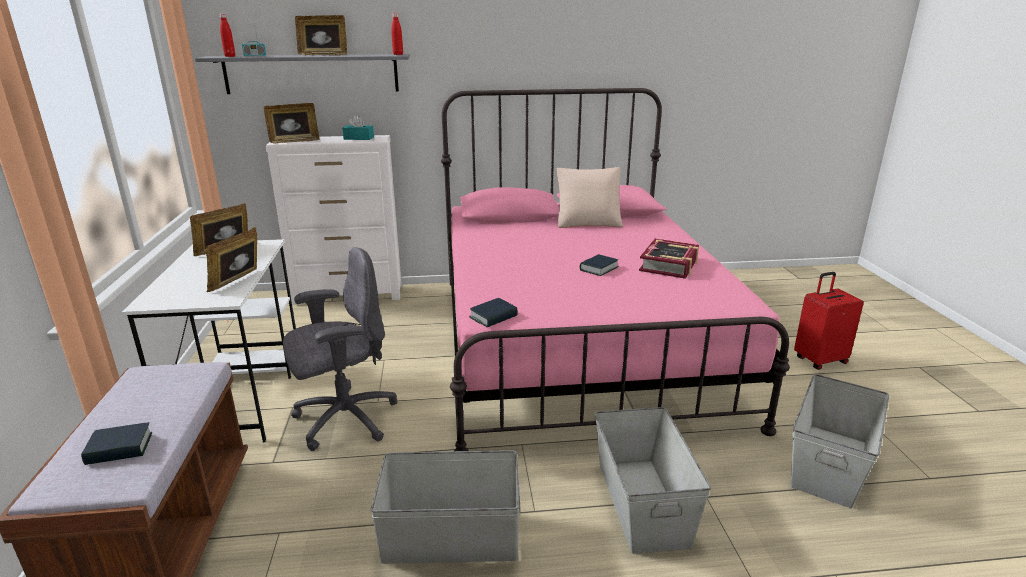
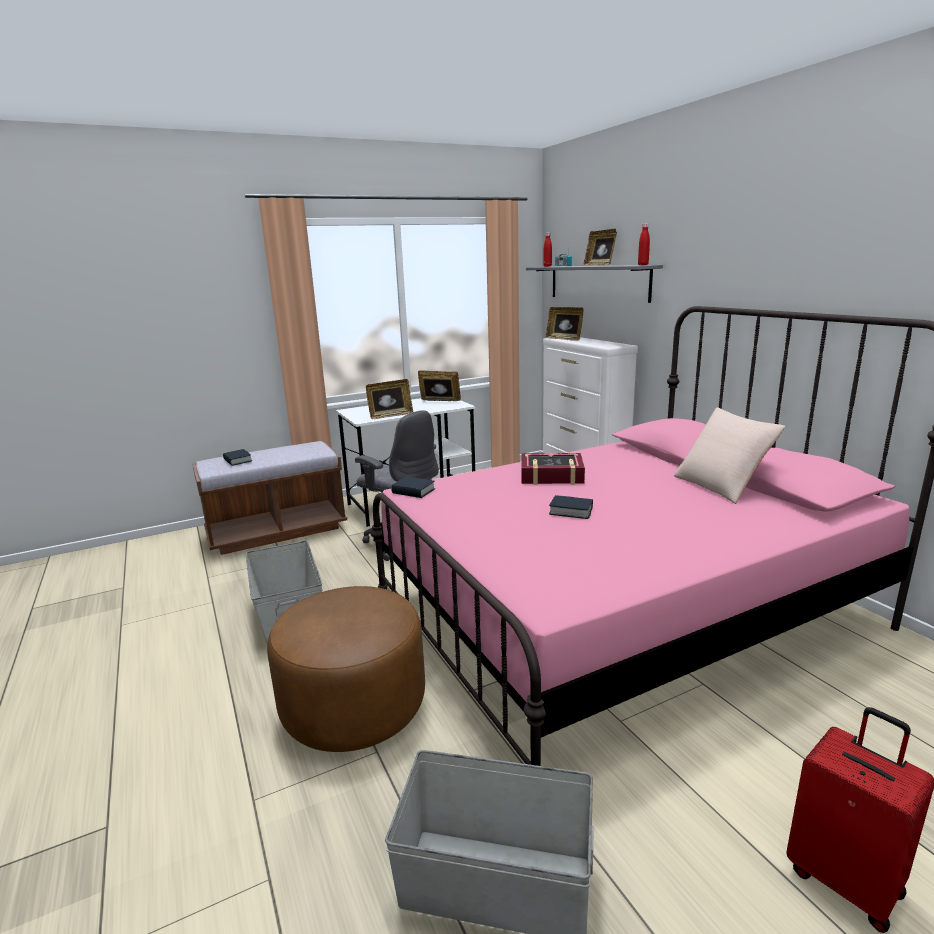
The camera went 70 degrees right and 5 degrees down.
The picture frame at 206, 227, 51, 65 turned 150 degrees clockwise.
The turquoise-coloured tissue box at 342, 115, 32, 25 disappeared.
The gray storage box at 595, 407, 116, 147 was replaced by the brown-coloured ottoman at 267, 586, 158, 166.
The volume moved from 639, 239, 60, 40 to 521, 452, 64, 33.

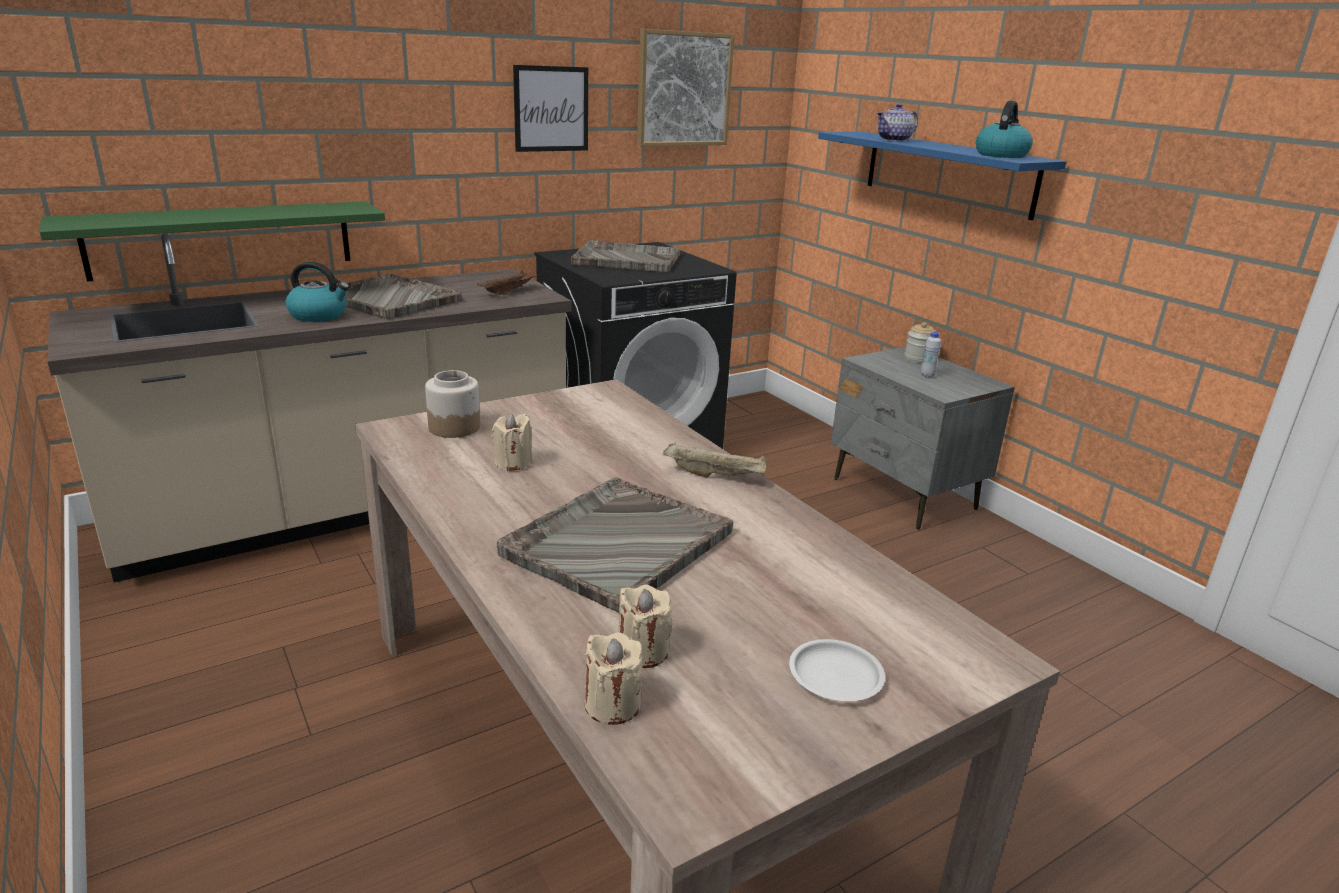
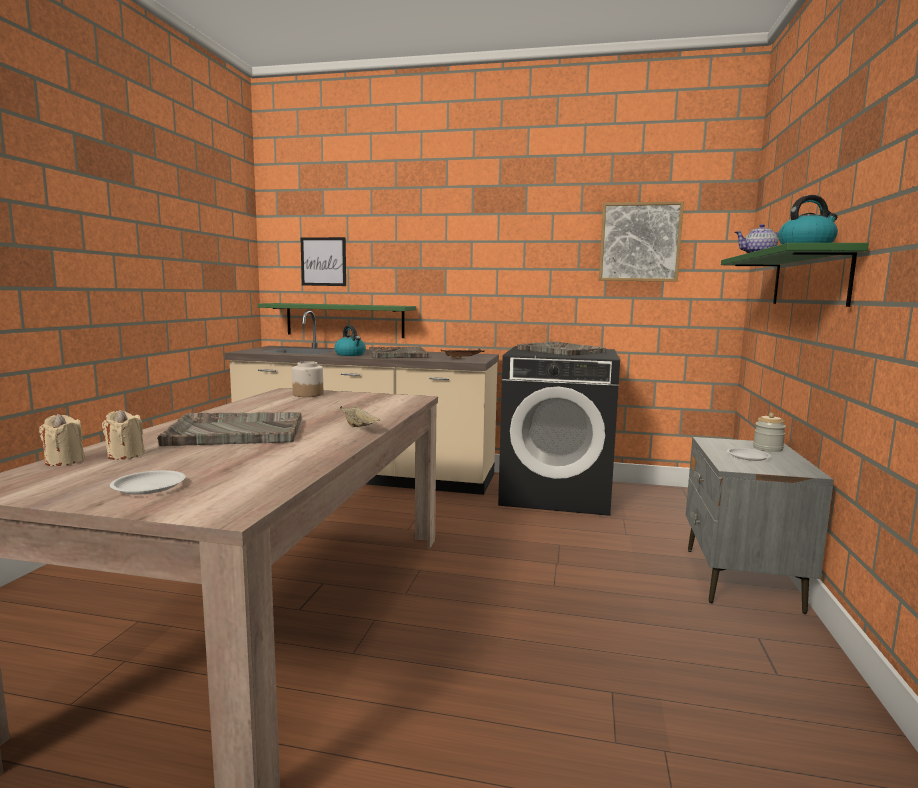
The camera went 45 degrees right and 15 degrees down.
The beige-coloured wax candle at 491, 413, 42, 58 disappeared.
The picture moved from 513, 65, 75, 87 to 300, 237, 46, 49.
The blue-coloured wall shelf at 818, 132, 248, 88 became the greenish wall shelf at 721, 243, 148, 64.
The white beverage bottle at 921, 332, 20, 46 was replaced by the white dinner plate at 727, 448, 44, 13.

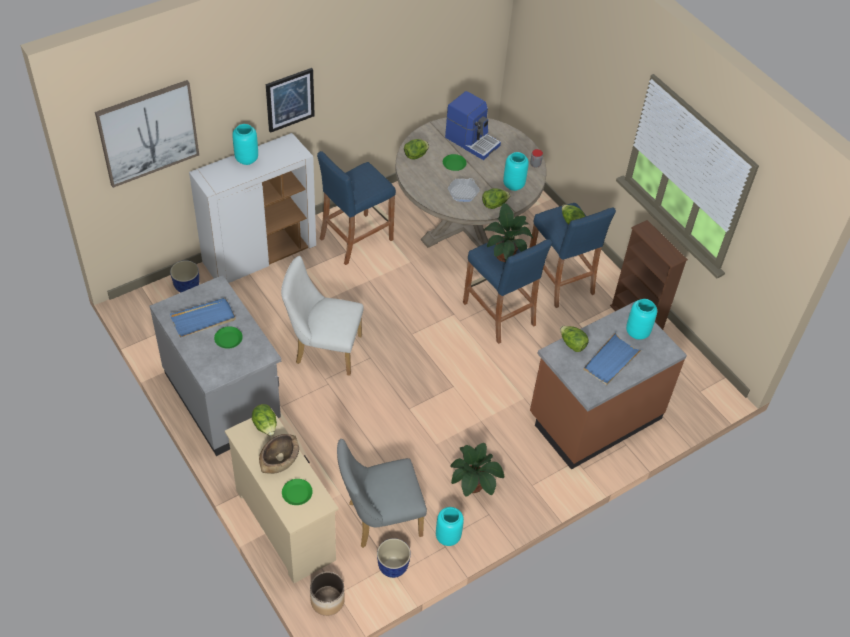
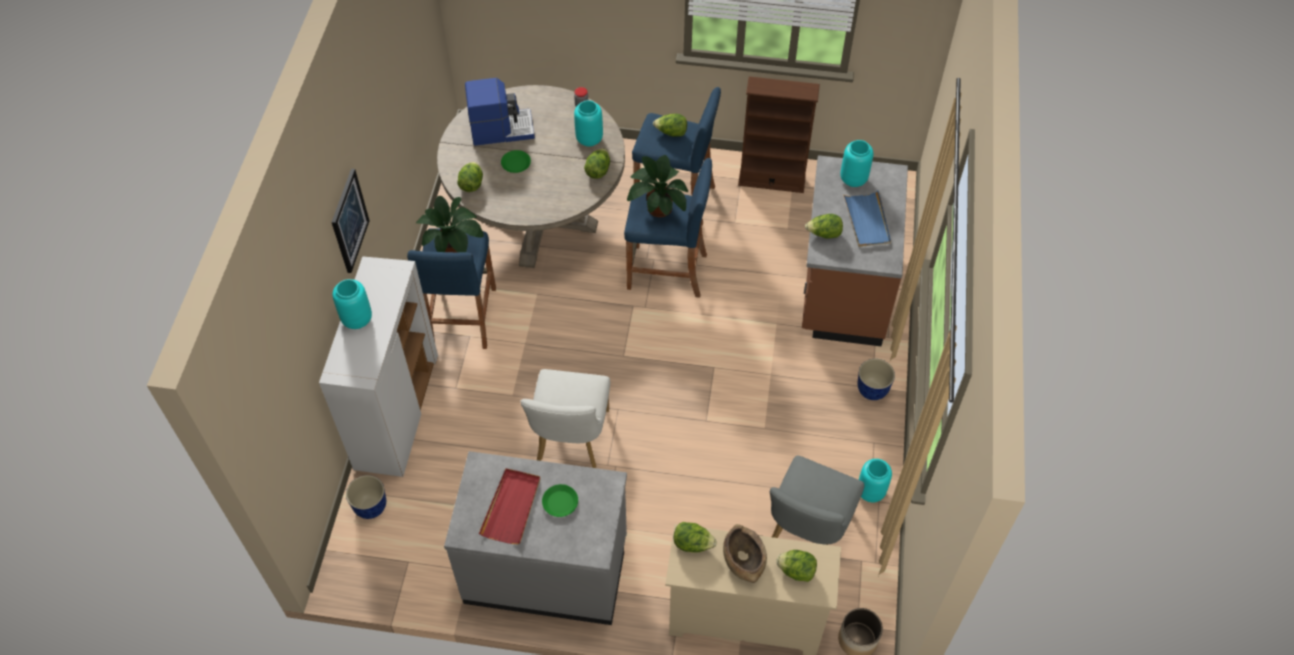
The camera went 45 degrees left and 5 degrees up.
The picture at 95, 80, 104, 108 disappeared.
The blue-coloured serving tray at 170, 298, 66, 39 became the red-coloured serving tray at 479, 468, 61, 76.
The white plain chair at 281, 256, 83, 120 turned 45 degrees counterclockwise.
The greenish dinner plate at 282, 479, 31, 26 was replaced by the head of lettuce at 776, 550, 41, 32.
The plant pot moved from 377, 538, 34, 40 to 857, 359, 38, 41.
The frying pan at 447, 178, 33, 24 disappeared.
The potted plant moved from 450, 443, 54, 54 to 415, 196, 69, 56.

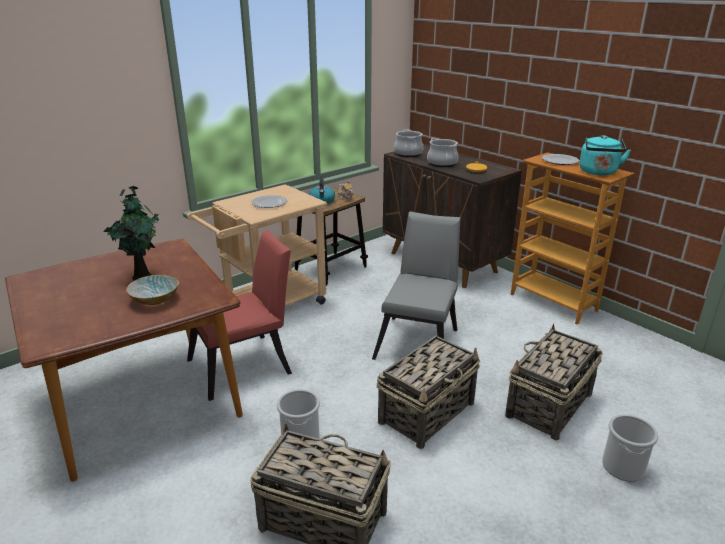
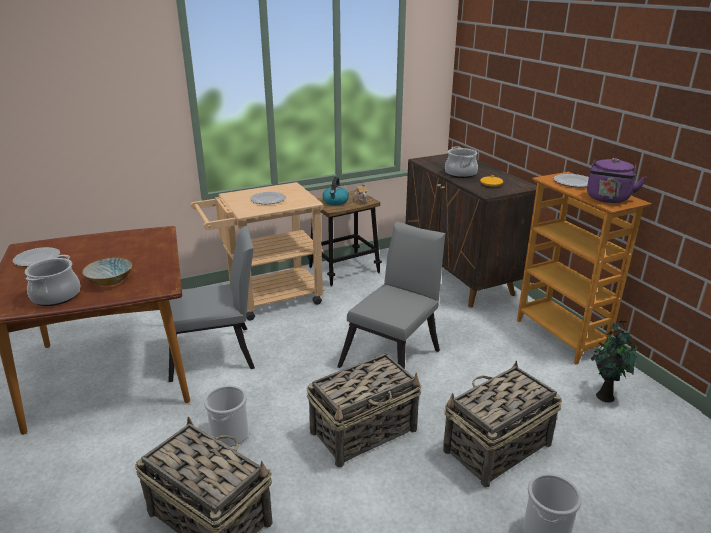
The camera went 15 degrees right and 0 degrees up.
The potted plant moved from 103, 186, 56, 95 to 591, 321, 47, 82.
The red-coloured plain chair at 187, 230, 105, 171 became the gray plain chair at 168, 226, 87, 156.
The cooking pot moved from 394, 129, 30, 28 to 25, 255, 55, 51.
The turquoise-coloured water kettle at 579, 135, 52, 40 became the purplish water kettle at 587, 158, 60, 45.
The dinner plate at 13, 247, 47, 19 appeared.

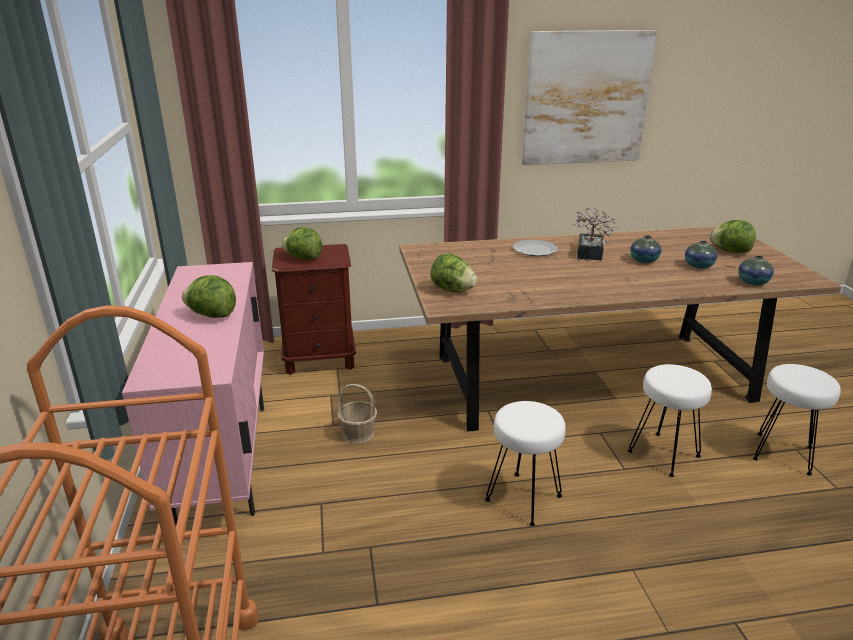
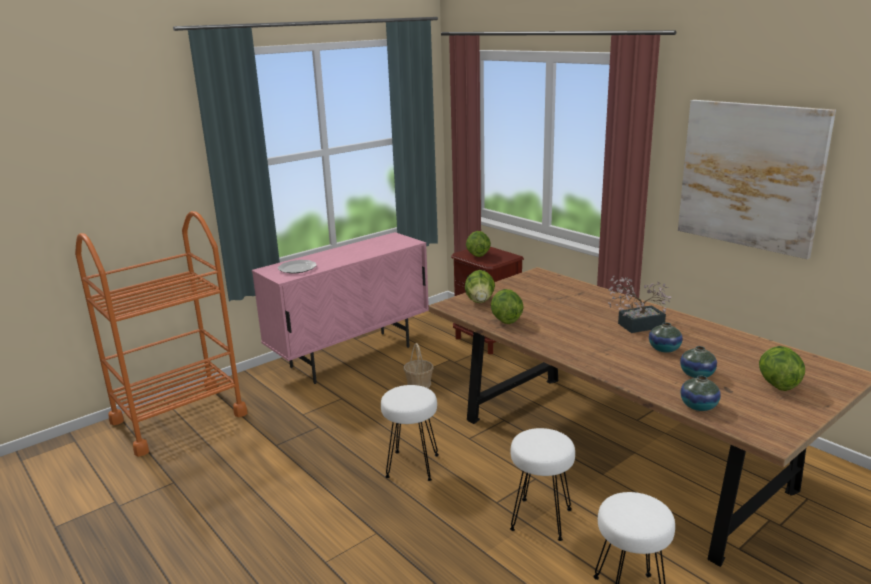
The camera went 60 degrees right and 5 degrees down.
The head of lettuce moved from 182, 275, 54, 43 to 491, 289, 33, 35.
The dinner plate moved from 513, 240, 45, 16 to 278, 260, 39, 13.

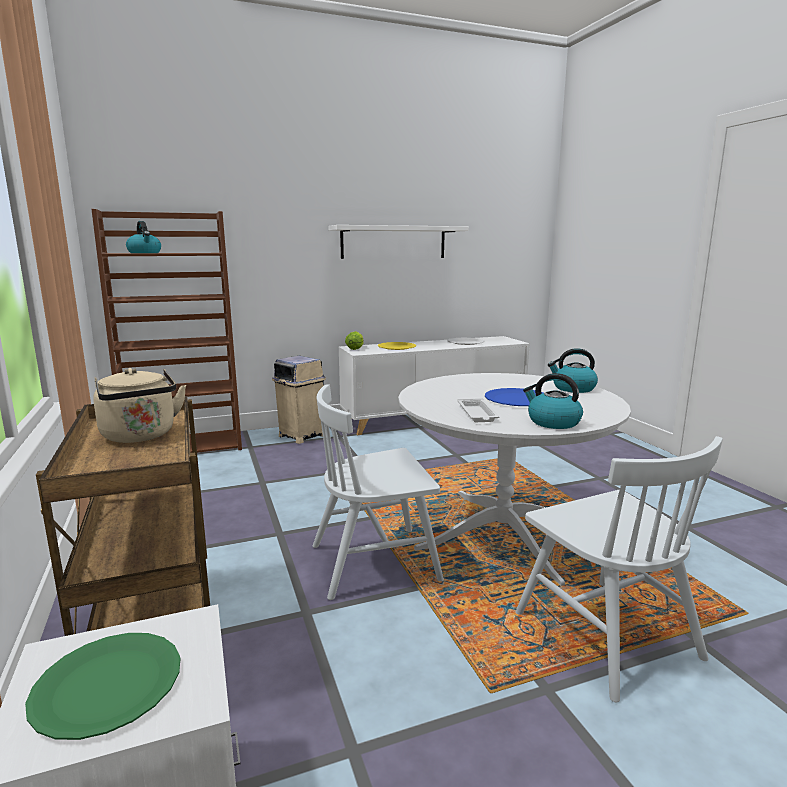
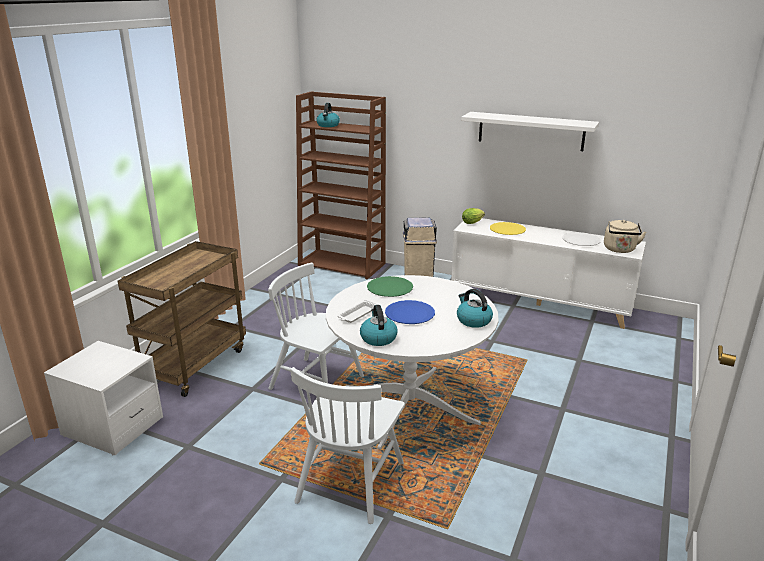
The camera went 45 degrees right and 10 degrees up.
The greenish dinner plate moved from 25, 633, 155, 107 to 367, 276, 46, 21.
The beige-coloured water kettle moved from 93, 368, 93, 75 to 604, 220, 42, 33.

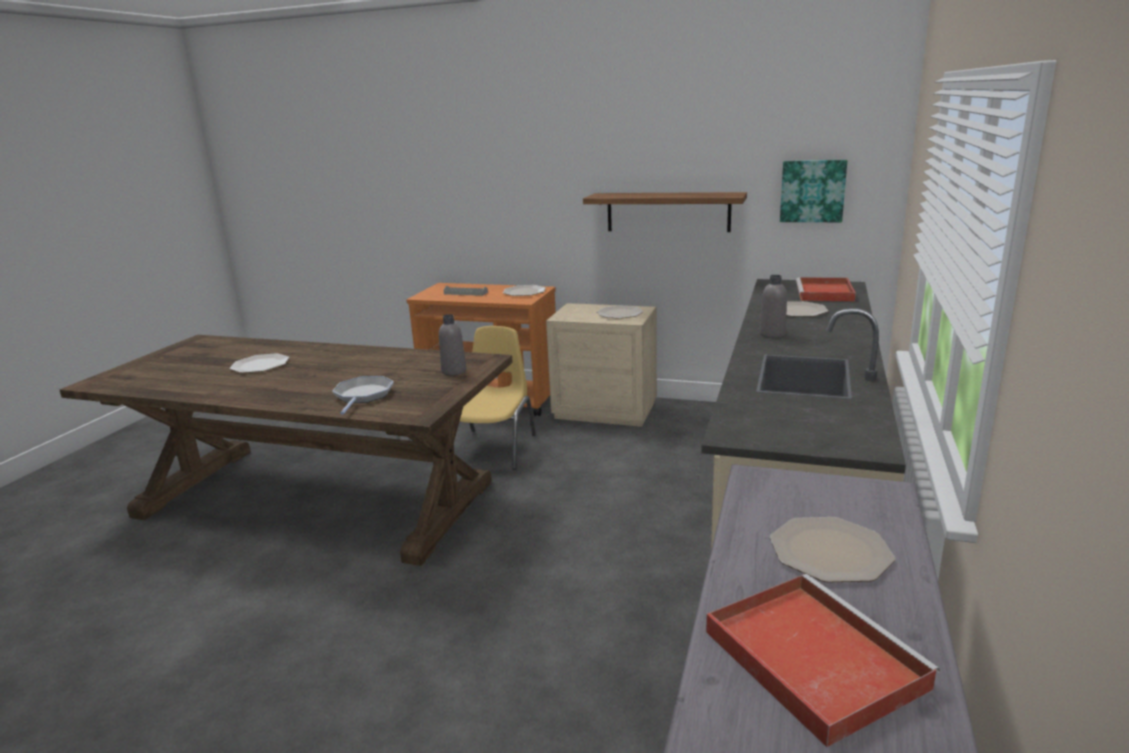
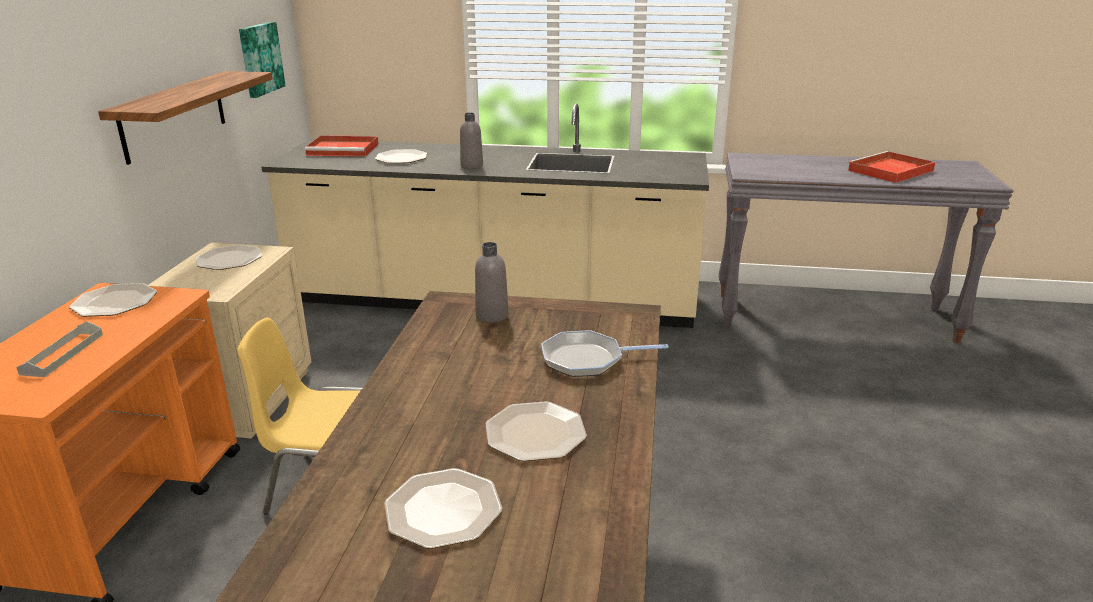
The camera went 100 degrees left and 5 degrees up.
The dinner plate moved from 770, 517, 125, 66 to 485, 401, 102, 60.

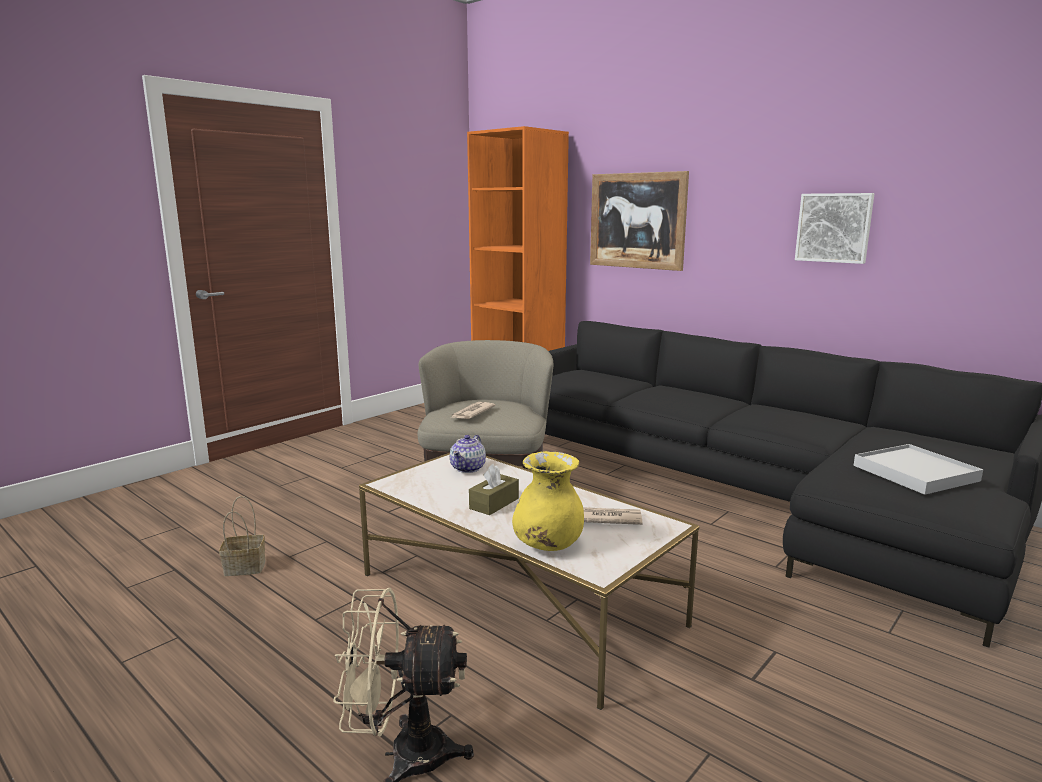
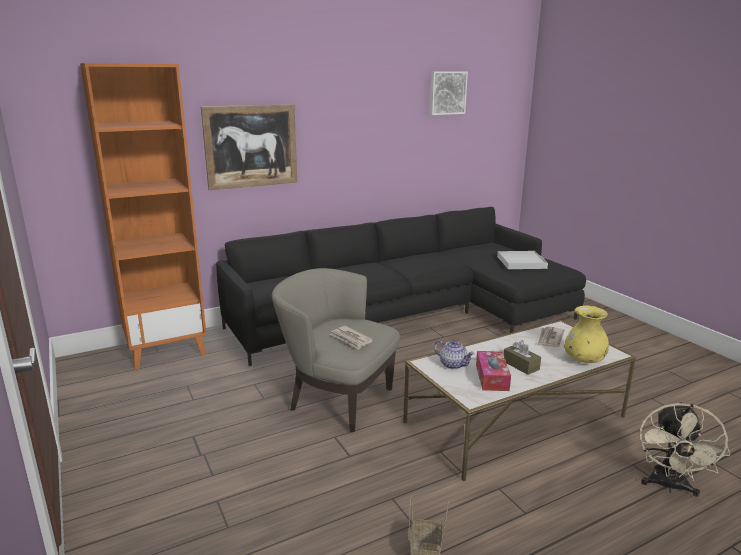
The camera went 70 degrees left and 5 degrees up.
The picture moved from 795, 193, 80, 71 to 429, 71, 39, 44.
The tissue box at 476, 351, 35, 40 appeared.

